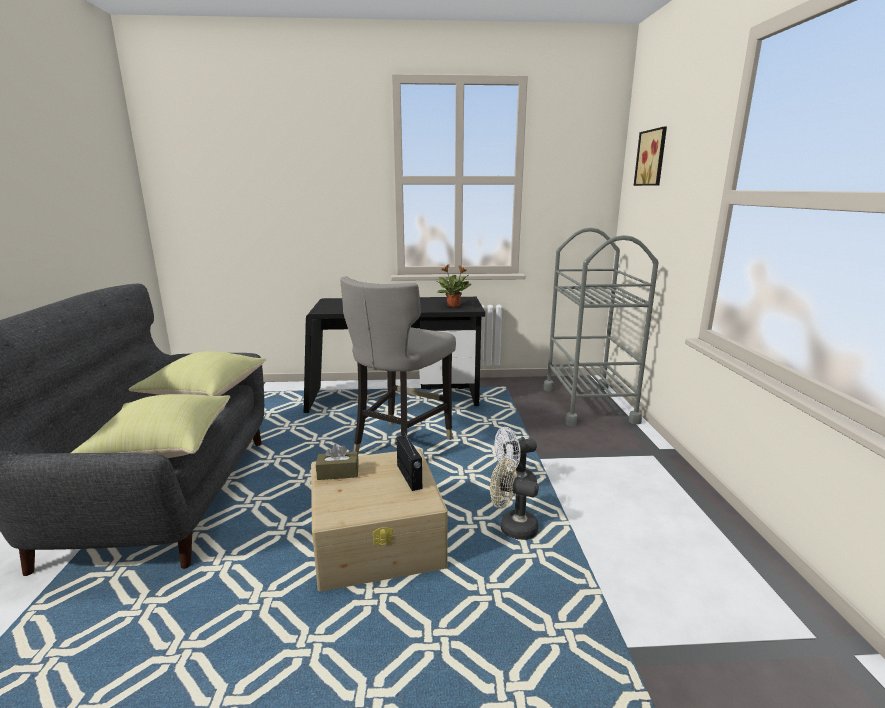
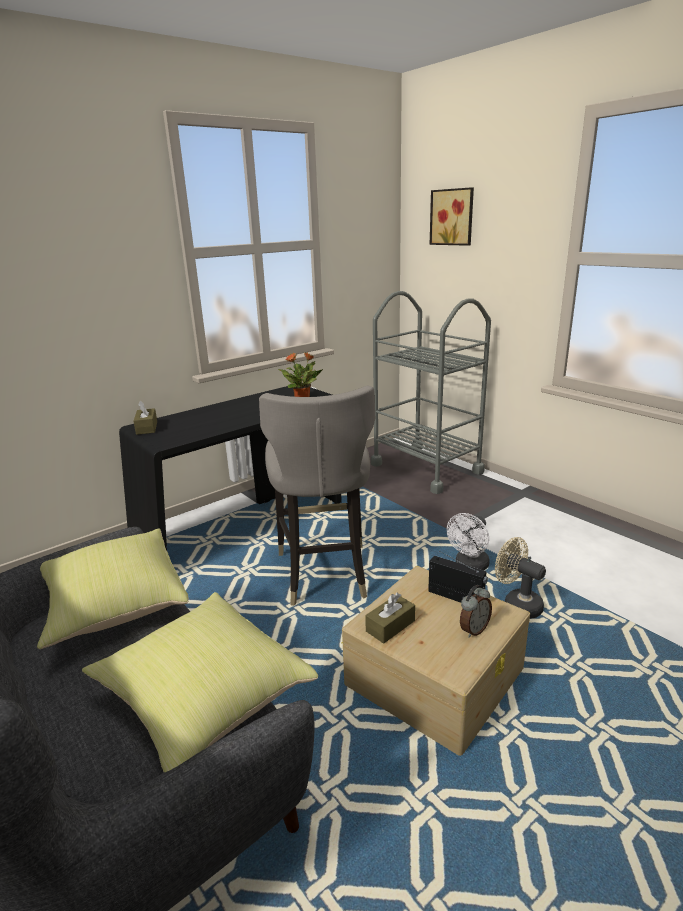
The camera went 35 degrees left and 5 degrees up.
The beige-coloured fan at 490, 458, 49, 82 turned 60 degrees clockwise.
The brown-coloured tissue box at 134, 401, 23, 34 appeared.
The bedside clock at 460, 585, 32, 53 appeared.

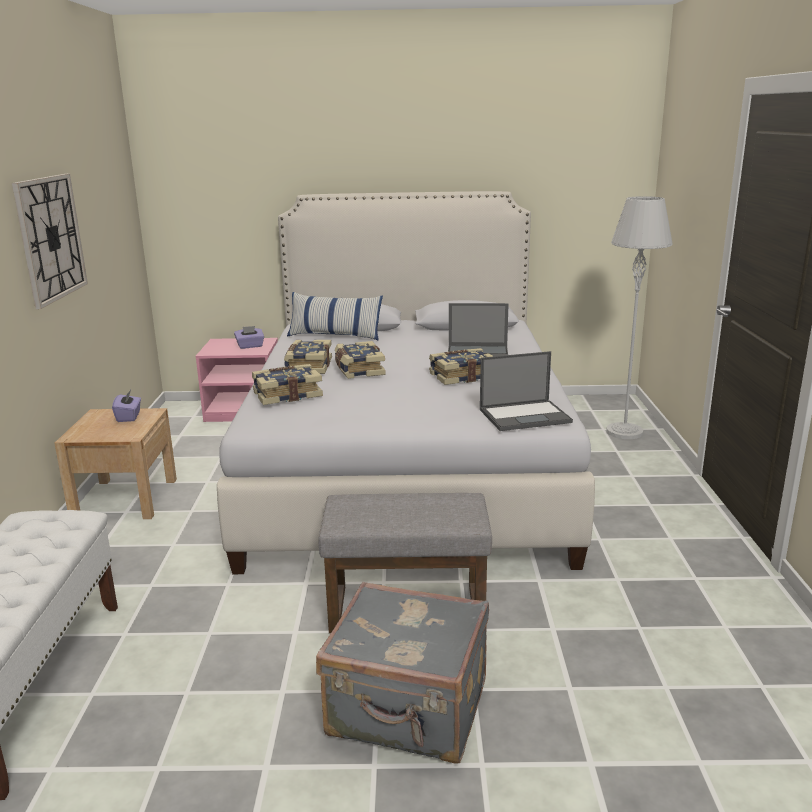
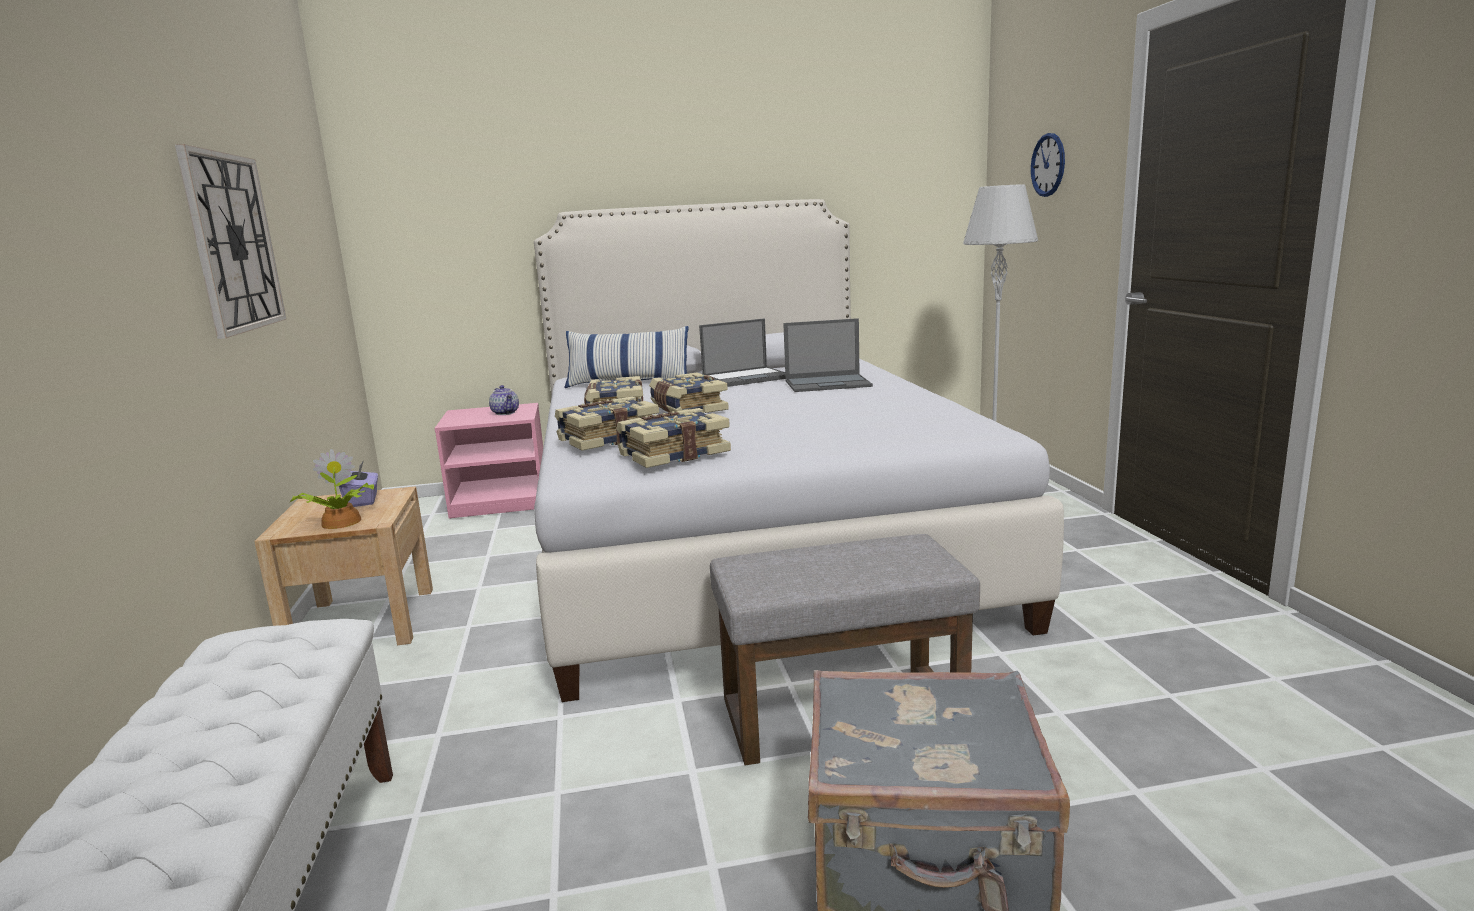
The camera went 10 degrees left and 5 degrees down.
The purplish tissue box at 234, 326, 30, 23 was replaced by the tea pot at 489, 385, 30, 30.
The volume moved from 429, 348, 64, 37 to 616, 408, 115, 60.
The laptop moved from 480, 351, 93, 80 to 699, 318, 86, 69.
The potted plant at 290, 449, 84, 80 appeared.
The hanging clock at 1031, 133, 34, 64 appeared.

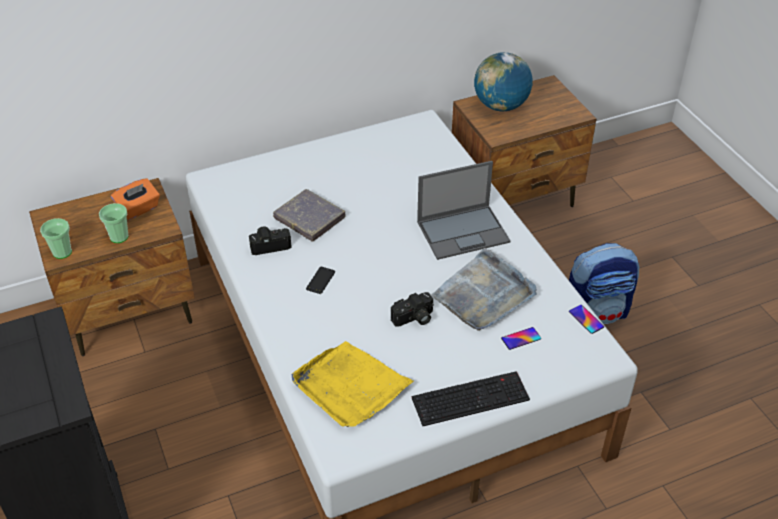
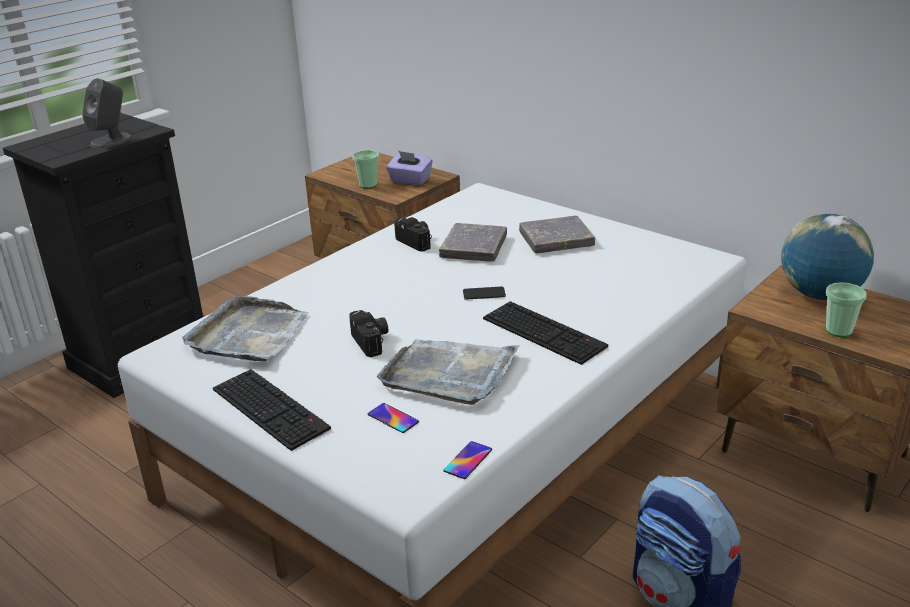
The camera went 65 degrees right and 15 degrees down.
The small cup moved from 40, 218, 32, 41 to 826, 282, 41, 55.
The orange tissue box at 111, 178, 49, 42 became the purplish tissue box at 386, 151, 47, 34.
The yellowish serving tray at 292, 341, 122, 86 became the gray serving tray at 182, 295, 127, 66.
The handset moved from 306, 266, 29, 28 to 463, 286, 43, 14.
The photo camera at 391, 292, 43, 34 turned 150 degrees counterclockwise.
The laptop at 417, 161, 93, 99 was replaced by the keyboard at 483, 301, 125, 64.
The gray loudspeaker at 82, 78, 50, 70 appeared.
The gray volume at 519, 215, 76, 38 appeared.

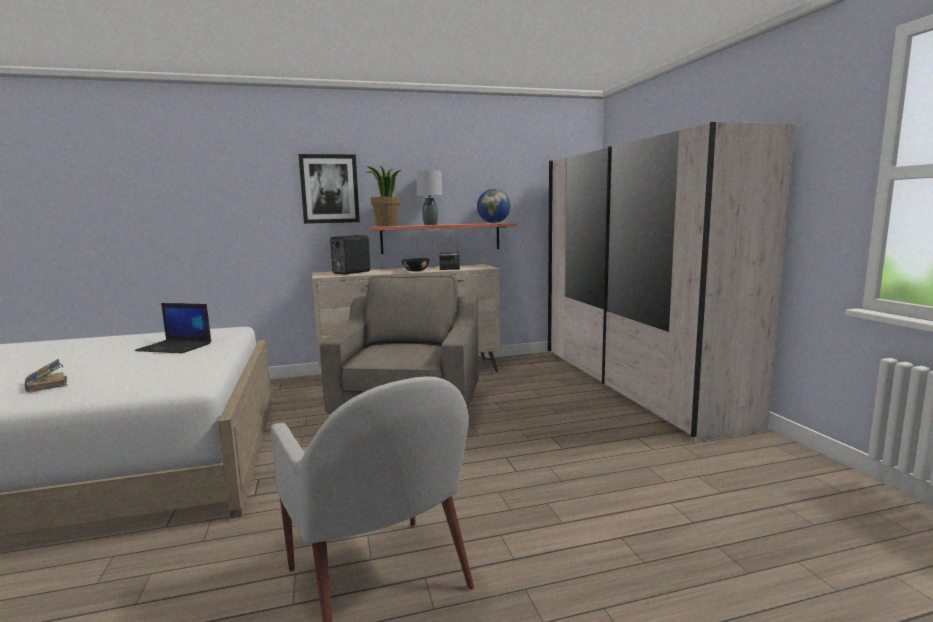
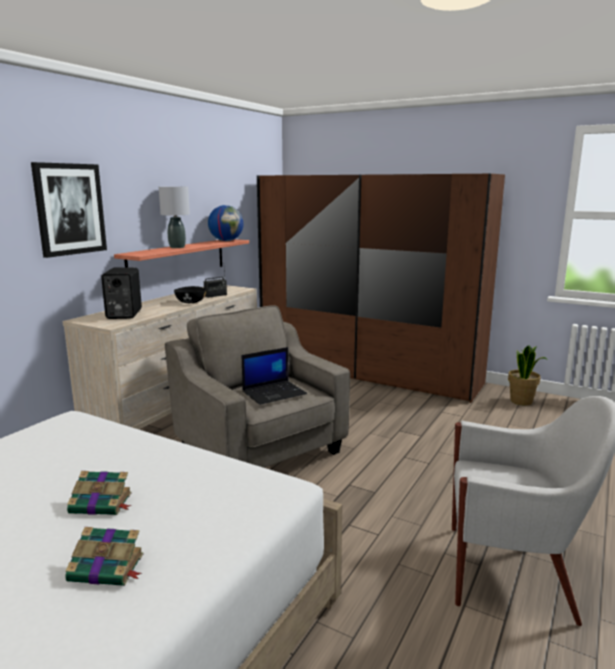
The camera went 45 degrees left and 5 degrees up.
The laptop moved from 135, 303, 76, 50 to 242, 347, 65, 58.
The potted plant moved from 365, 166, 36, 61 to 508, 345, 40, 60.
The white wardrobe at 548, 122, 247, 320 became the brown-coloured wardrobe at 257, 174, 248, 229.
The volume at 67, 471, 65, 44 appeared.

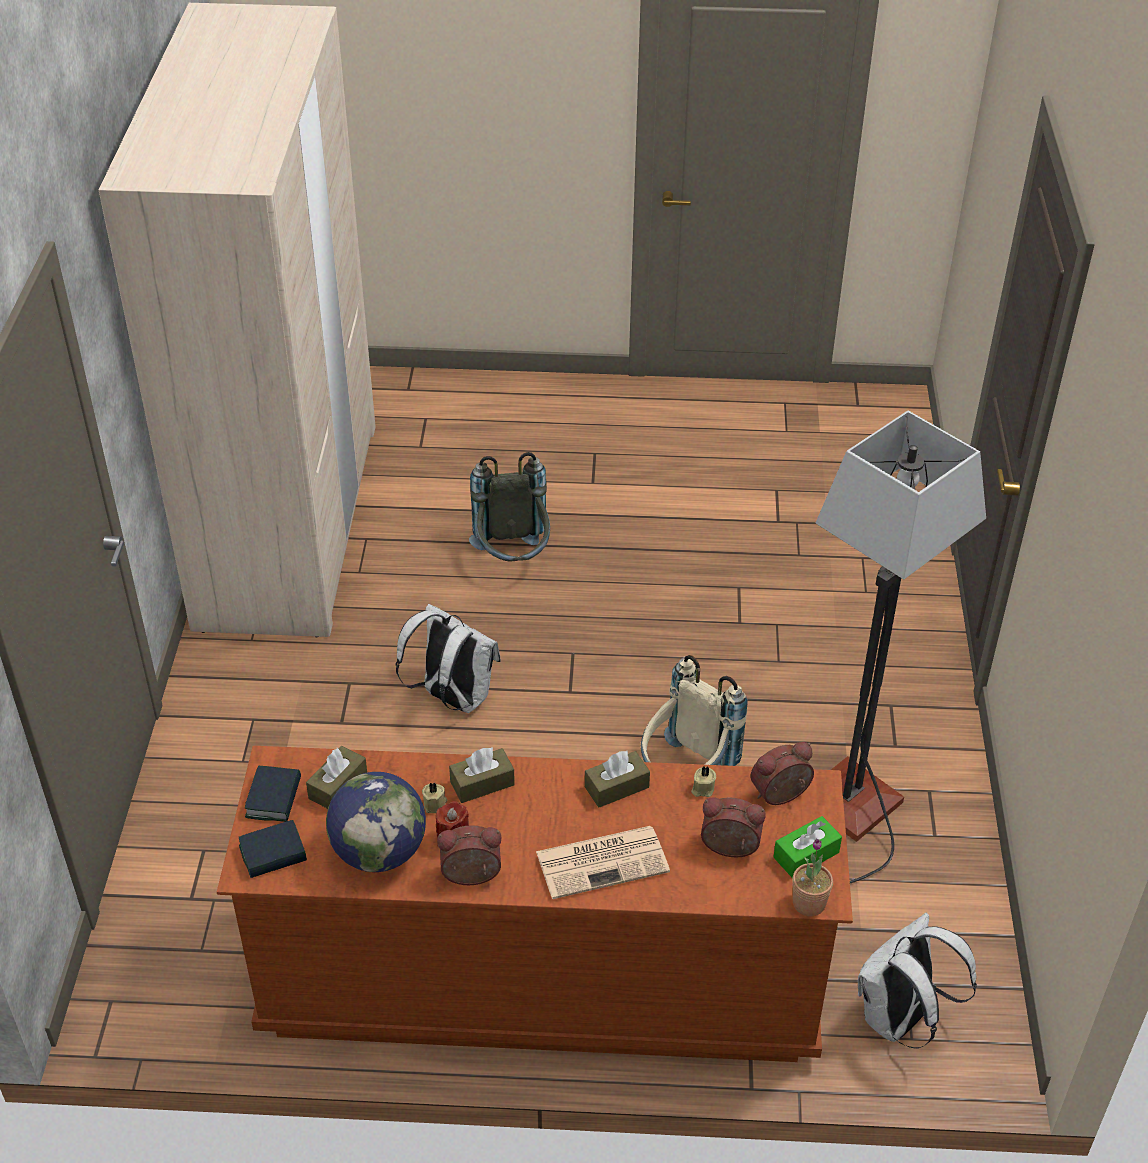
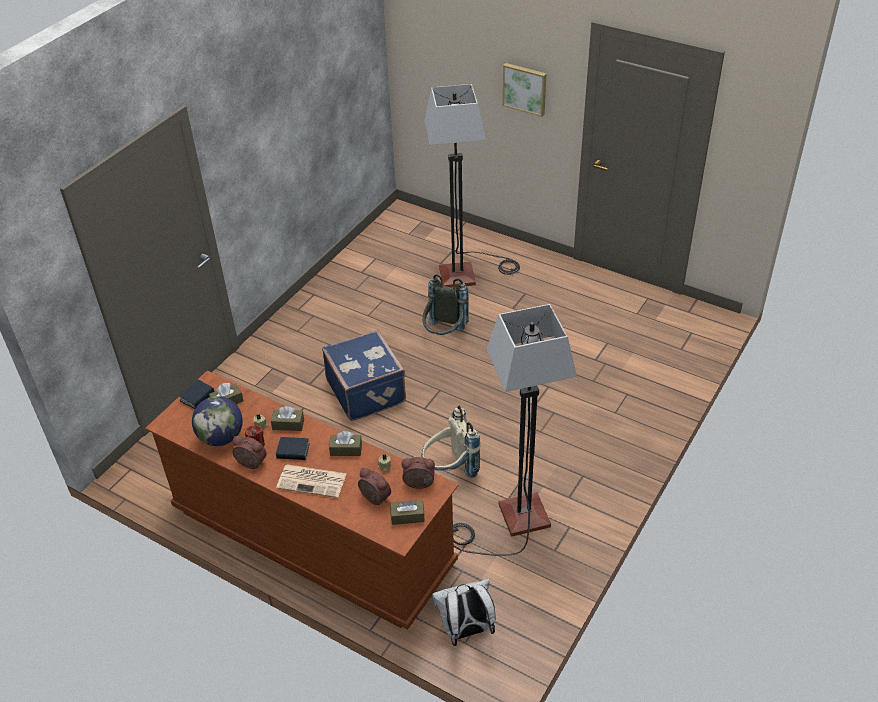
The camera went 30 degrees right and 0 degrees up.
The beige-coloured wardrobe at 99, 3, 277, 635 disappeared.
The volume moved from 239, 820, 68, 58 to 276, 437, 34, 23.
The white knapsack at 395, 604, 106, 109 was replaced by the blue-coloured piece of luggage at 322, 330, 84, 91.
The greenish tissue box at 773, 816, 69, 62 became the brown-coloured tissue box at 390, 500, 35, 25.
The potted plant at 792, 838, 41, 78 disappeared.
The floor lamp at 424, 84, 96, 204 appeared.
The picture at 502, 63, 45, 54 appeared.

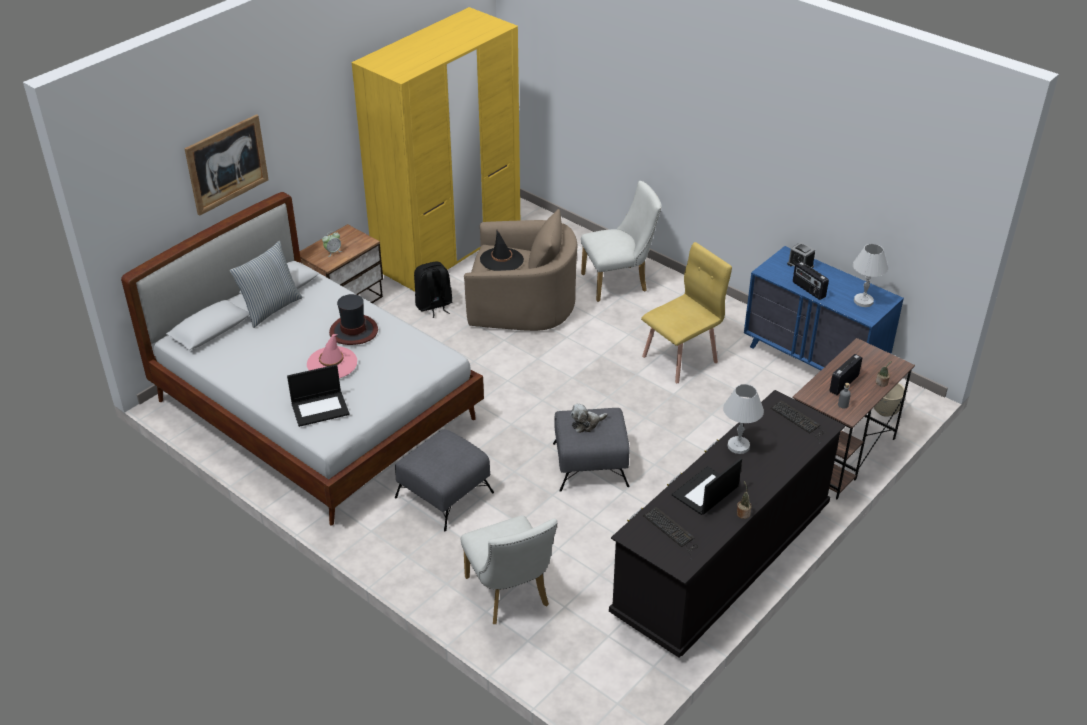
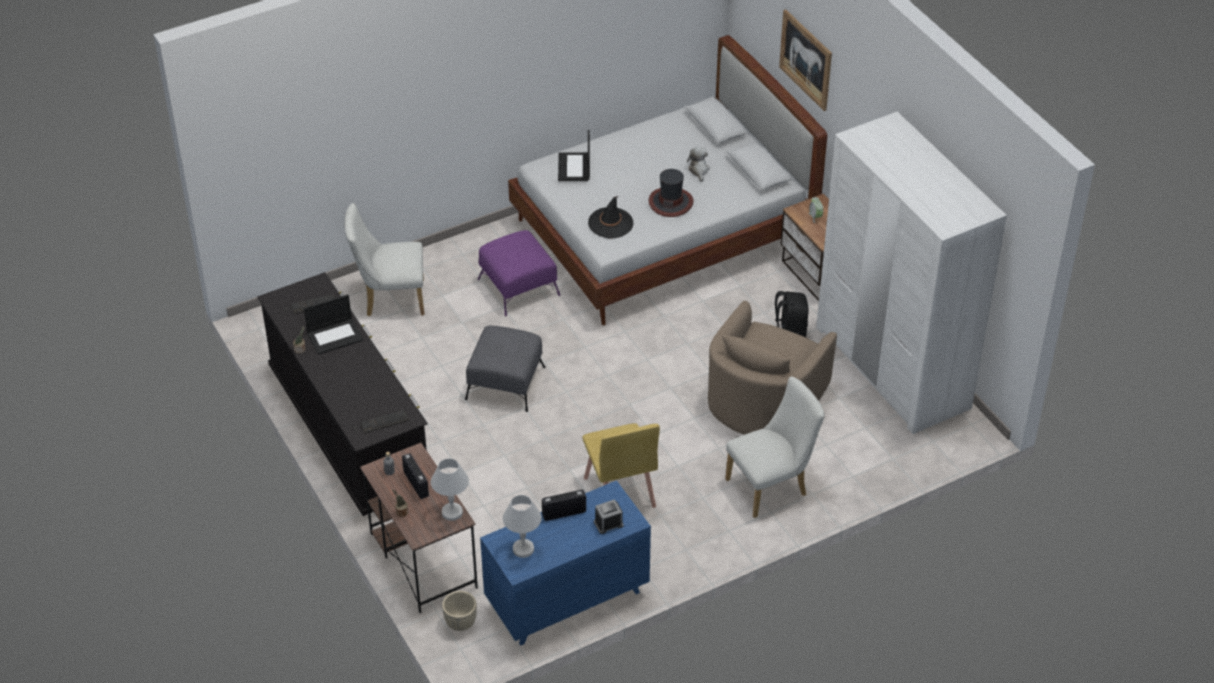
The camera went 110 degrees right and 5 degrees up.
The pillow at 230, 241, 73, 87 disappeared.
The pink hat at 307, 334, 50, 44 disappeared.
The yellowish wardrobe at 352, 7, 168, 284 became the white wardrobe at 816, 112, 191, 322.
The gray ottoman at 395, 429, 99, 103 became the purplish ottoman at 478, 230, 82, 86.
The black hat moved from 480, 230, 44, 41 to 588, 196, 45, 42.
The soft toy moved from 571, 403, 37, 30 to 687, 147, 23, 35.
The white plain chair at 581, 181, 81, 121 turned 120 degrees counterclockwise.
The laptop at 672, 458, 70, 57 turned 90 degrees clockwise.
The white lamp for a table moved from 723, 384, 41, 70 to 431, 458, 38, 63.

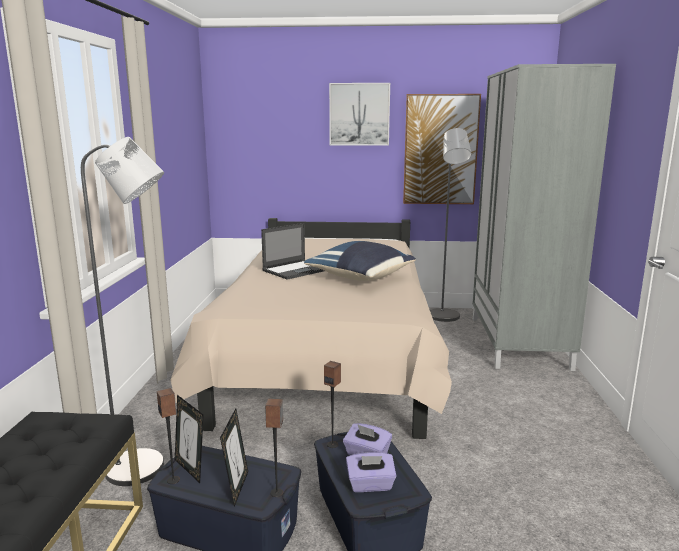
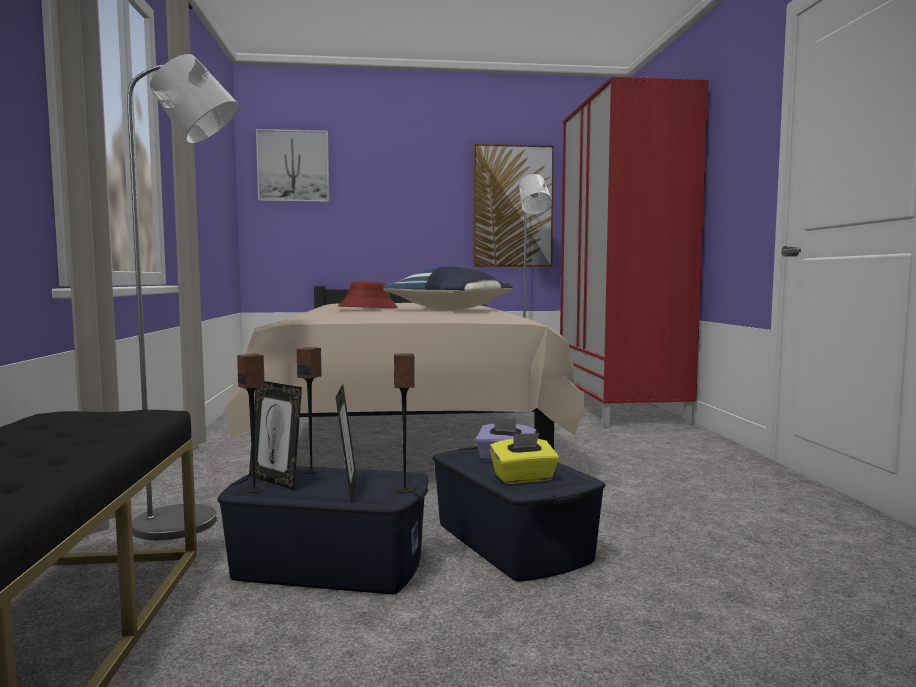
The camera went 10 degrees left and 10 degrees down.
The laptop at 261, 223, 63, 57 was replaced by the red-coloured hat at 338, 281, 60, 27.
The loudspeaker moved from 324, 361, 17, 87 to 297, 347, 25, 127.
The picture moved from 329, 83, 61, 63 to 256, 129, 73, 73.
The purplish tissue box at 346, 452, 51, 40 became the yellowish tissue box at 490, 433, 69, 51.
The gray wardrobe at 472, 64, 144, 307 became the red-coloured wardrobe at 560, 77, 149, 350.

